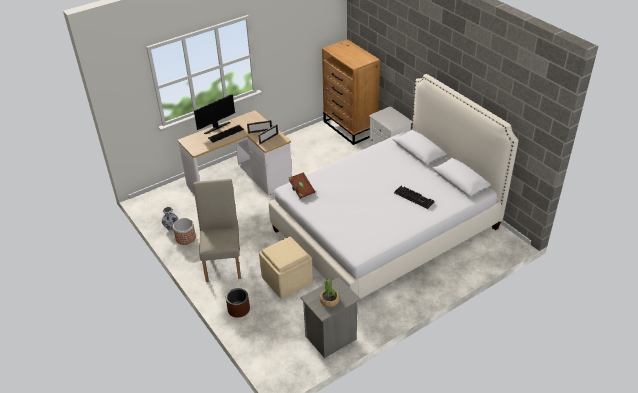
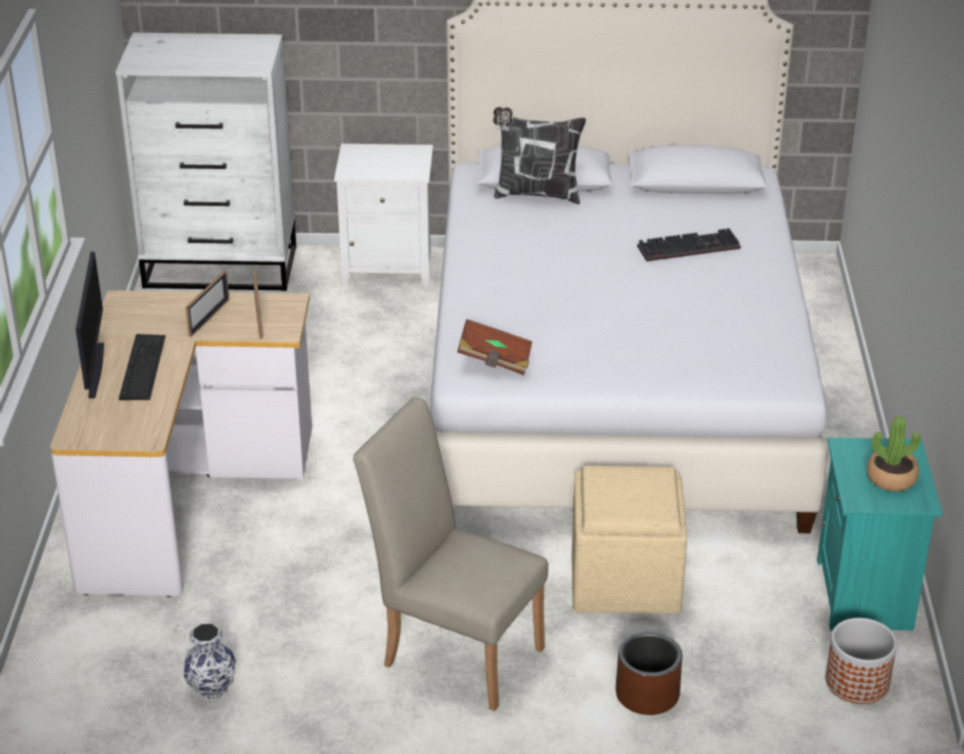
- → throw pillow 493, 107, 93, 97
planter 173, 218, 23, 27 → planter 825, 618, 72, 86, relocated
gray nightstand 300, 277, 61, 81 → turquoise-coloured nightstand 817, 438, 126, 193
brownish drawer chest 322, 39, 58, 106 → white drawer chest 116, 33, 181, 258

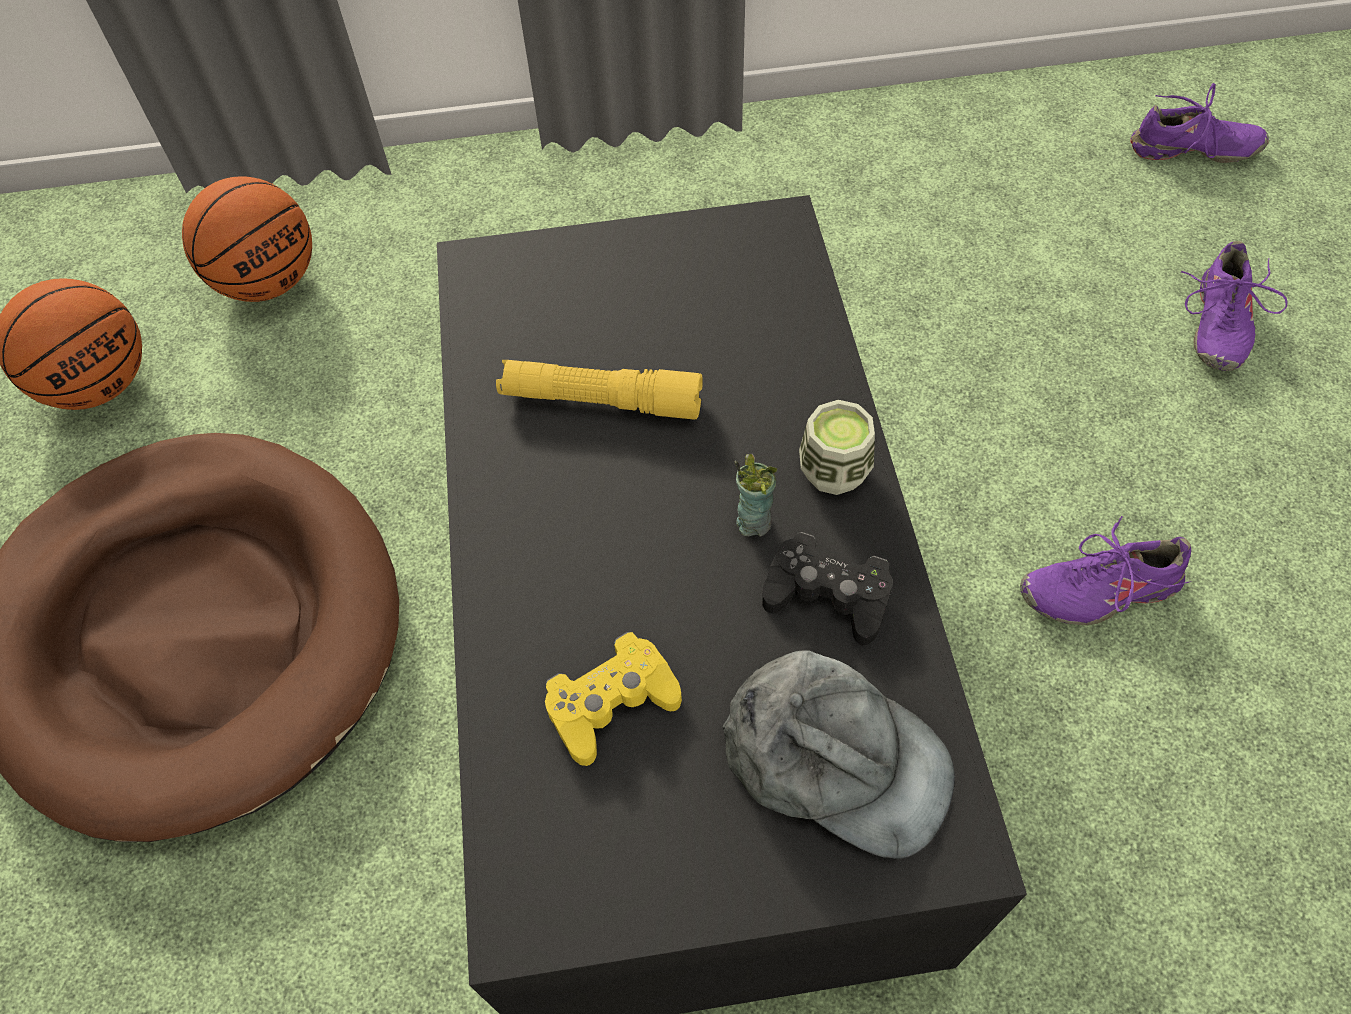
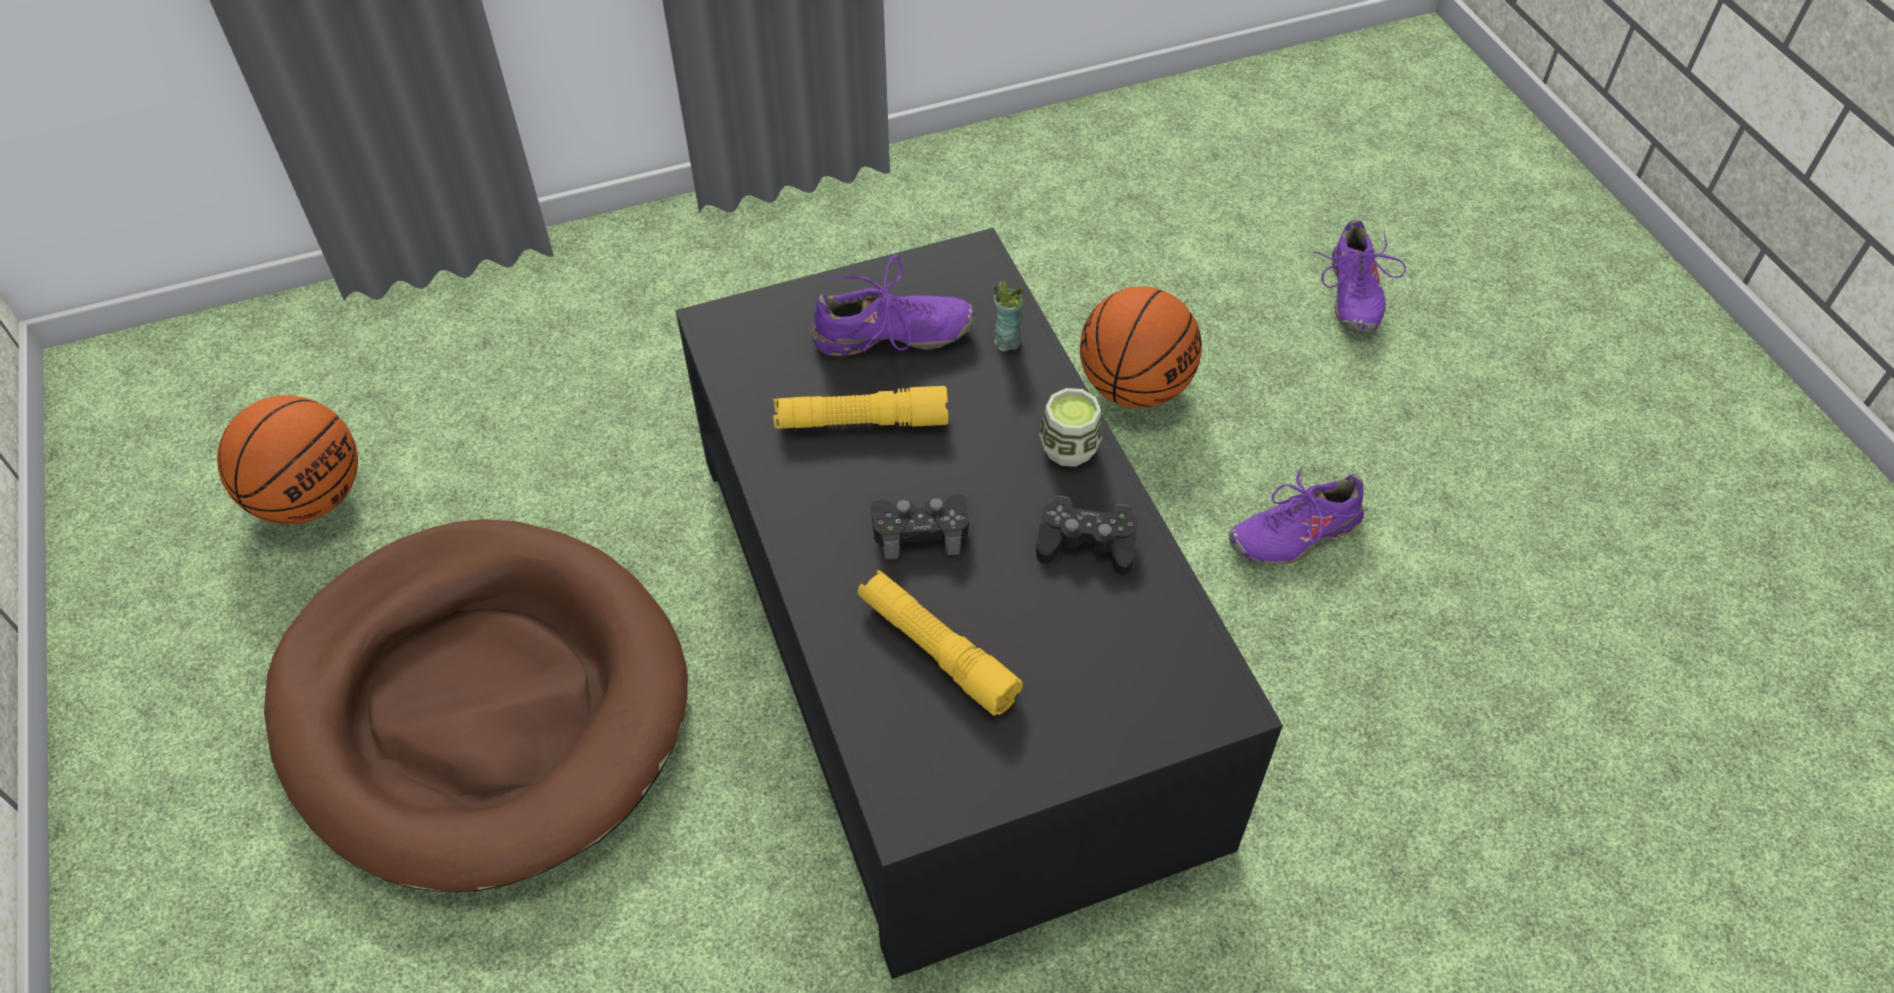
gray peaked cap 723, 650, 232, 209 → -
- → black joypad 871, 494, 98, 65
basketball ball 182, 176, 130, 126 → basketball ball 1080, 286, 122, 122, relocated
small cup 735, 454, 42, 82 → small cup 994, 281, 30, 71, relocated
purplish item of footwear 1131, 83, 138, 80 → purplish item of footwear 811, 255, 165, 101, relocated
yellow-coloured joypad 545, 632, 137, 134 → yellow-coloured torch 858, 570, 165, 146

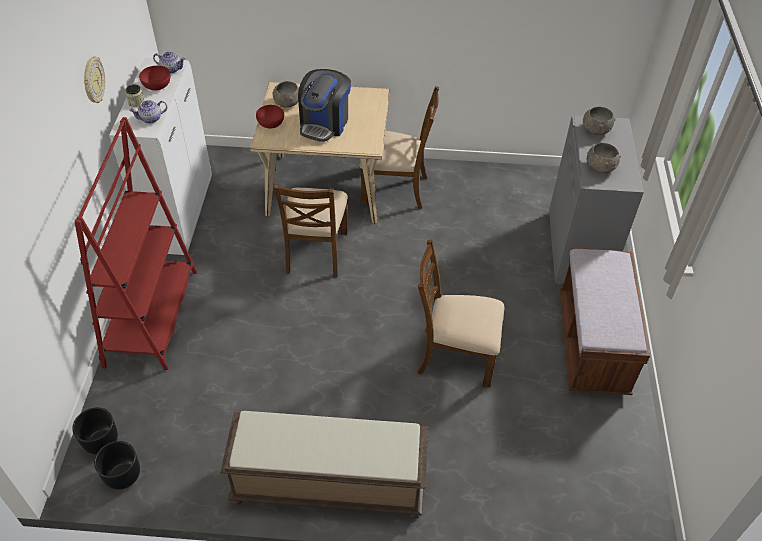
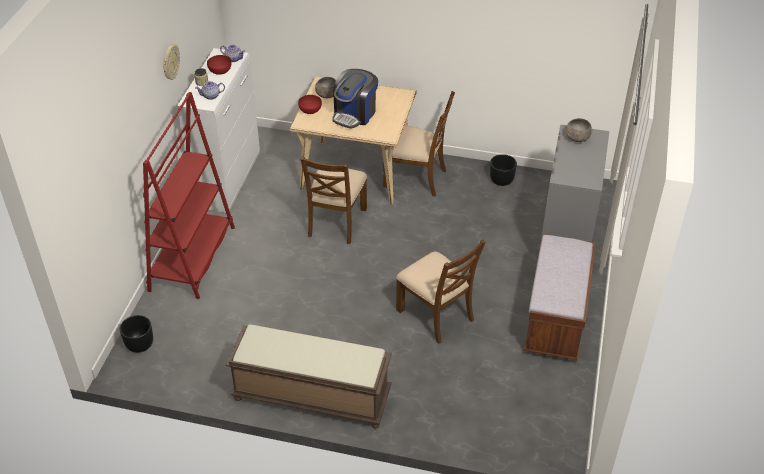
gray bowl 587, 143, 34, 30 → -
black planter 94, 441, 46, 49 → black planter 490, 154, 27, 32, relocated
brownish upright chair 417, 240, 87, 148 → brownish upright chair 396, 240, 90, 104, 150 degrees counterclockwise

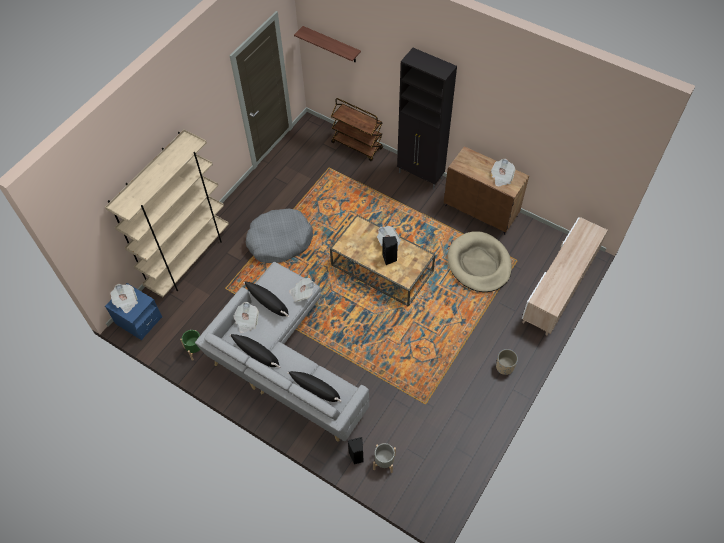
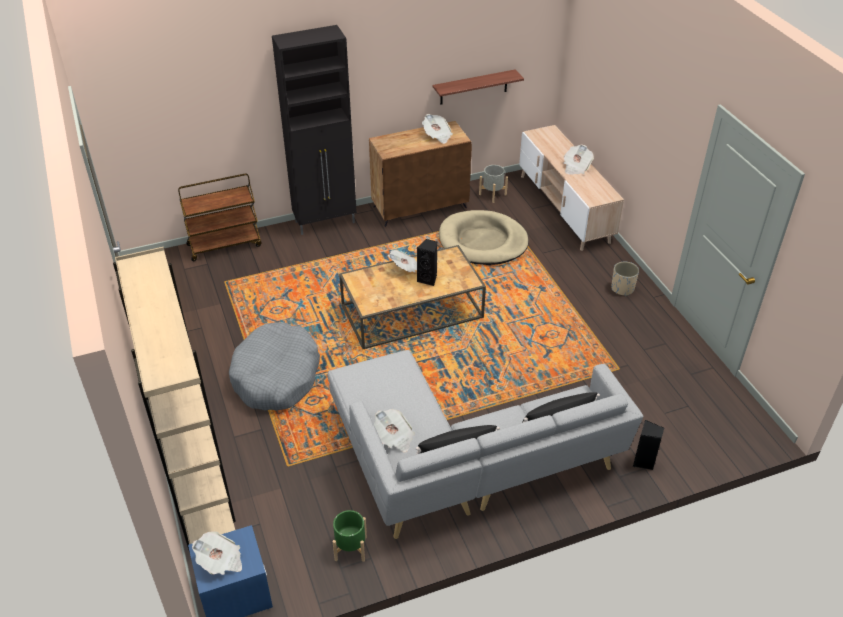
black throw pillow 243, 282, 47, 35 → -
printed paper 289, 278, 26, 24 → printed paper 563, 145, 31, 30, relocated
shelf 294, 26, 67, 36 → shelf 433, 69, 91, 36, relocated
gray planter 373, 443, 23, 30 → gray planter 479, 165, 29, 38, relocated

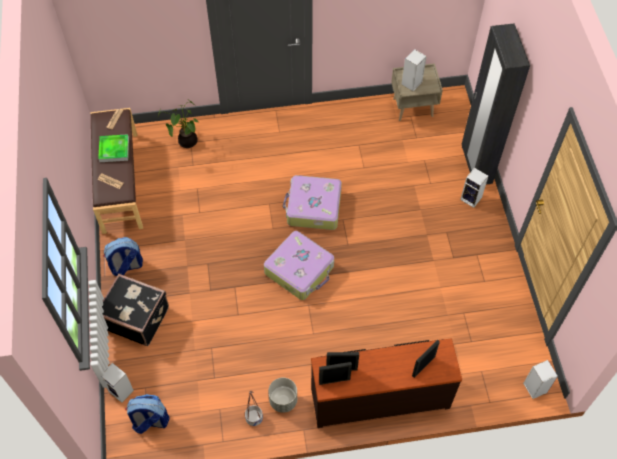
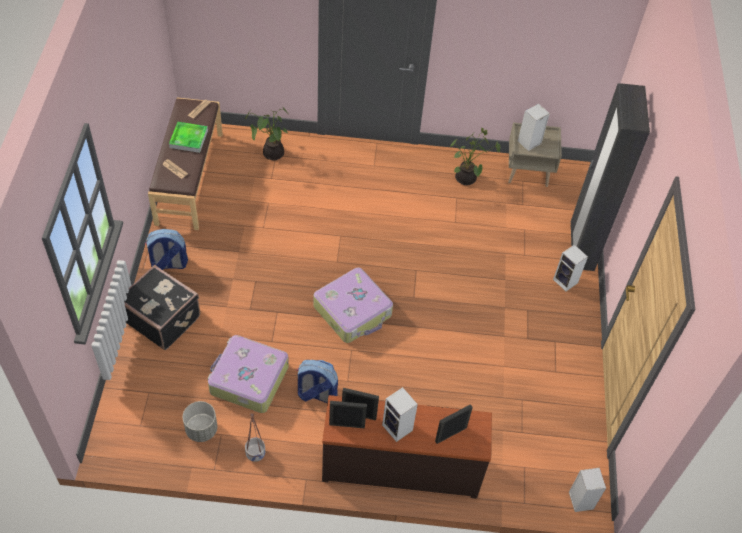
- → houseplant 450, 128, 50, 57
speaker 101, 363, 33, 40 → speaker 382, 387, 36, 55, relocated
rucksack 125, 394, 45, 40 → rucksack 296, 360, 42, 43, relocated
gray planter 268, 377, 29, 36 → gray planter 183, 401, 34, 41, relocated
suitcase 283, 175, 59, 55 → suitcase 208, 335, 81, 78, relocated

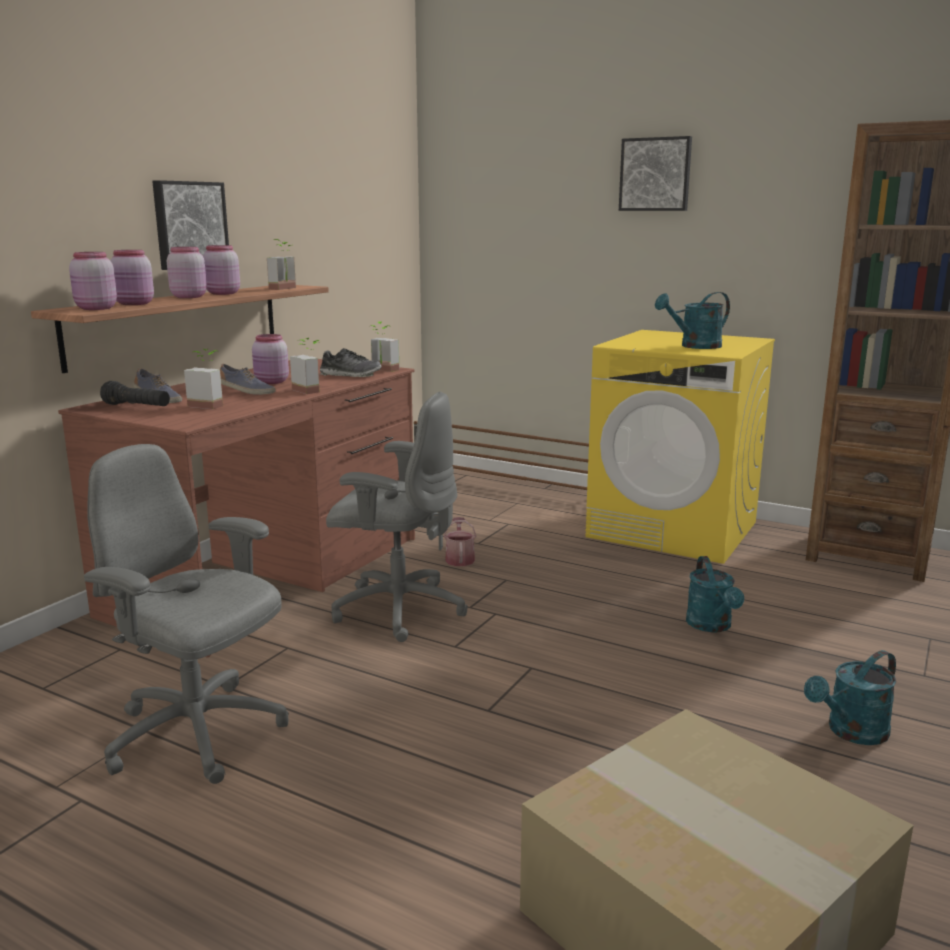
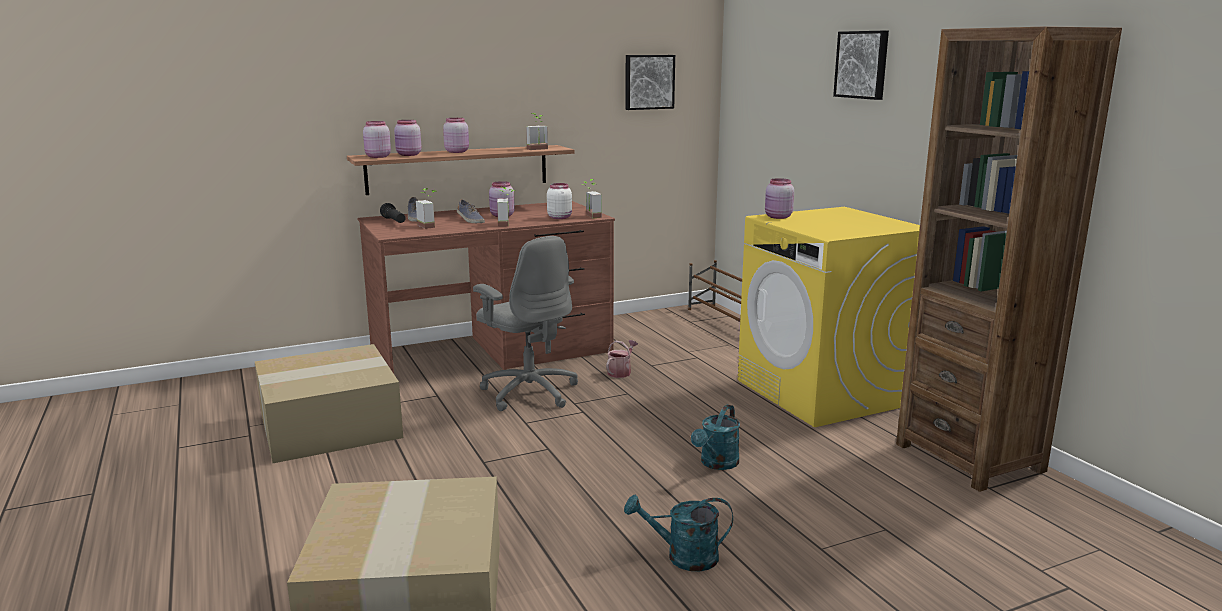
turquoise-coloured watering can 655, 292, 75, 57 → -
picture 152, 180, 77, 90 → picture 625, 55, 50, 55, relocated
pinkish jar 203, 245, 37, 50 → pinkish jar 765, 178, 29, 41, relocated
gray desk chair 84, 444, 205, 340 → packing box 255, 344, 148, 119
item of footwear 320, 348, 61, 29 → white jar 547, 183, 25, 36

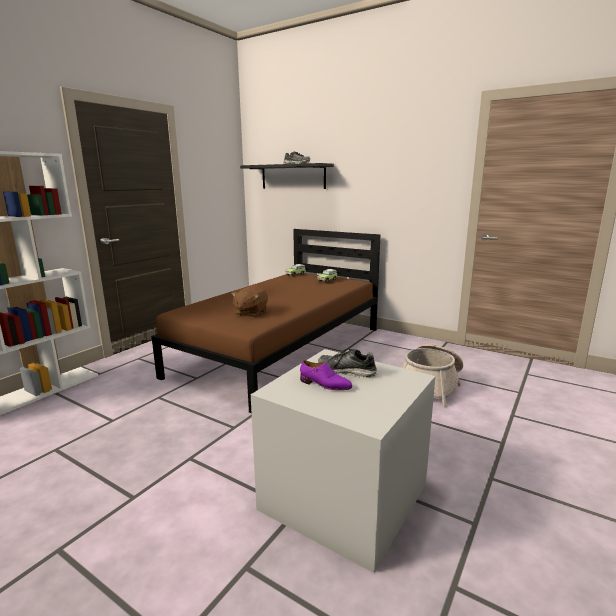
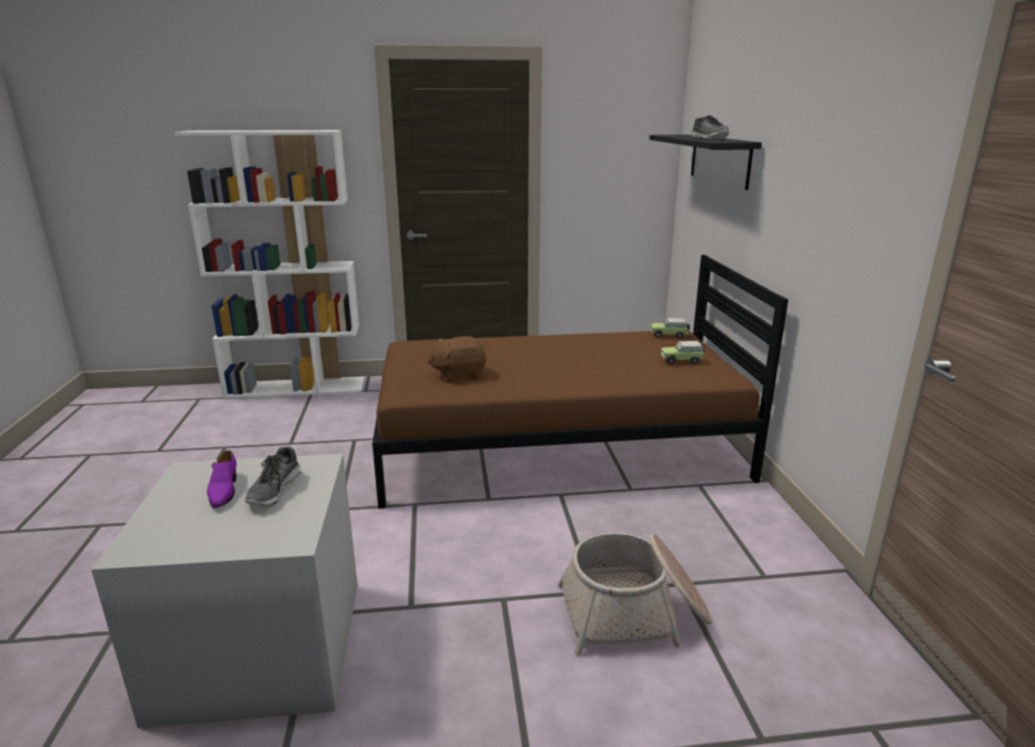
item of footwear 318, 349, 59, 29 → item of footwear 245, 446, 56, 61, 150 degrees counterclockwise

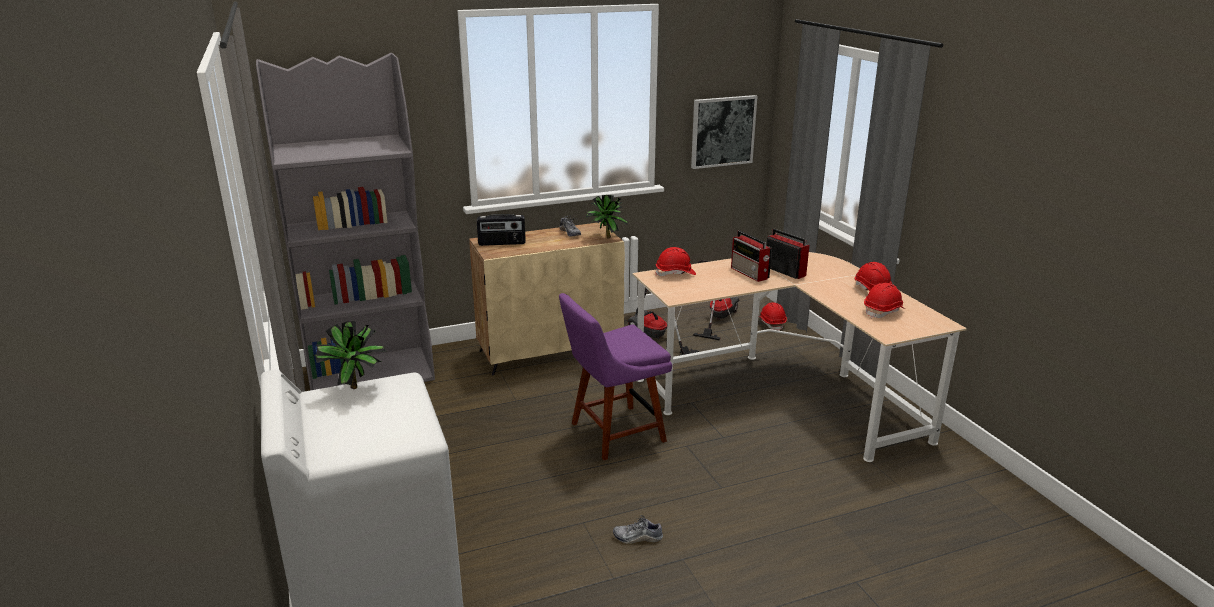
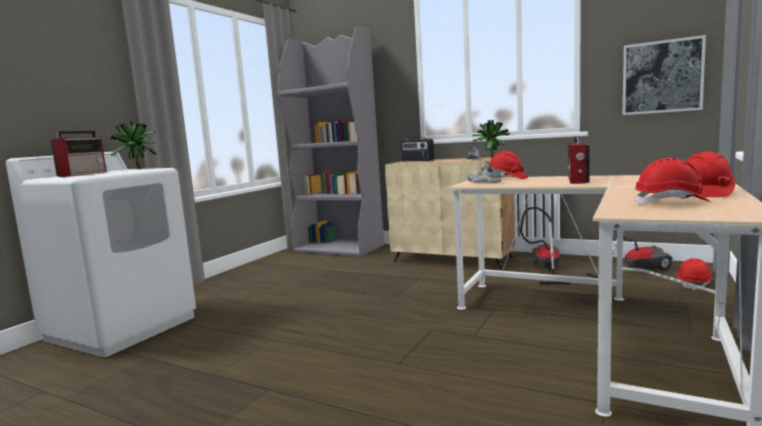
purplish upright chair 559, 293, 113, 167 → -
item of footwear 613, 515, 50, 29 → item of footwear 468, 162, 33, 21, relocated
radio set 766, 229, 44, 50 → radio set 50, 131, 57, 46, relocated

